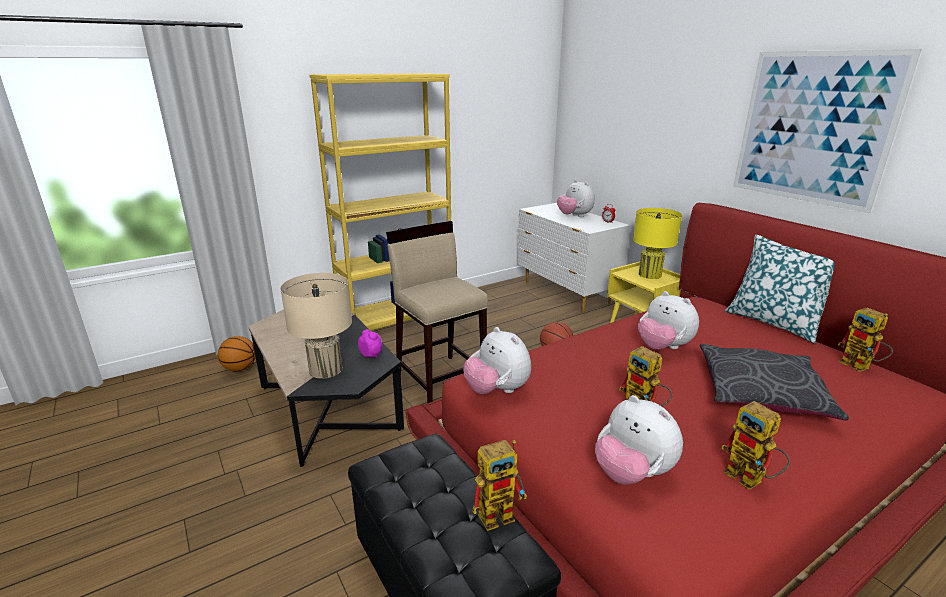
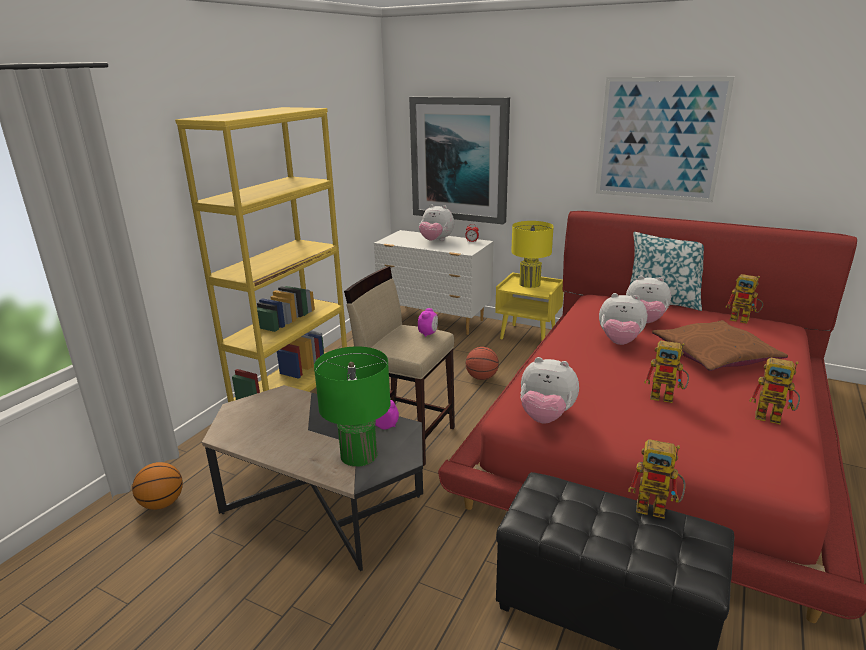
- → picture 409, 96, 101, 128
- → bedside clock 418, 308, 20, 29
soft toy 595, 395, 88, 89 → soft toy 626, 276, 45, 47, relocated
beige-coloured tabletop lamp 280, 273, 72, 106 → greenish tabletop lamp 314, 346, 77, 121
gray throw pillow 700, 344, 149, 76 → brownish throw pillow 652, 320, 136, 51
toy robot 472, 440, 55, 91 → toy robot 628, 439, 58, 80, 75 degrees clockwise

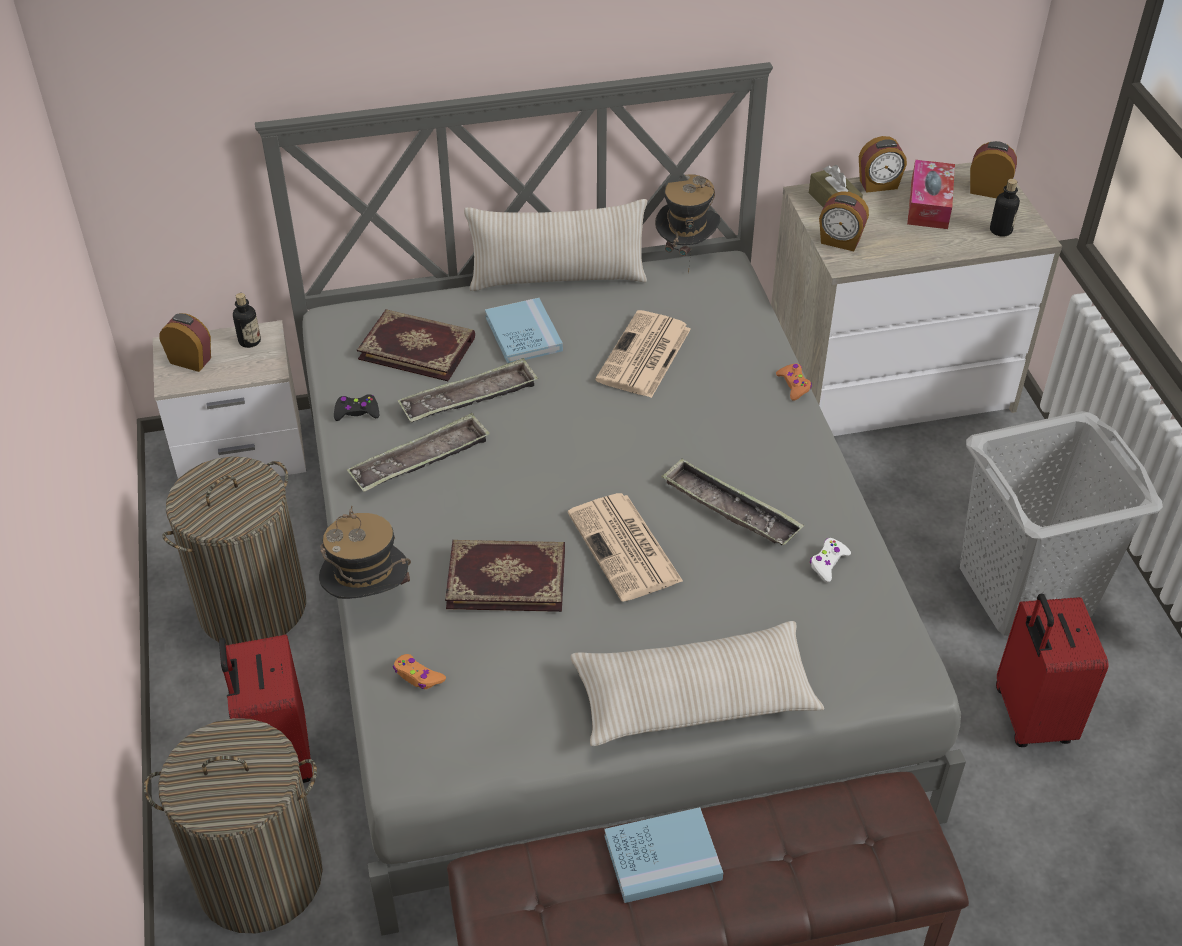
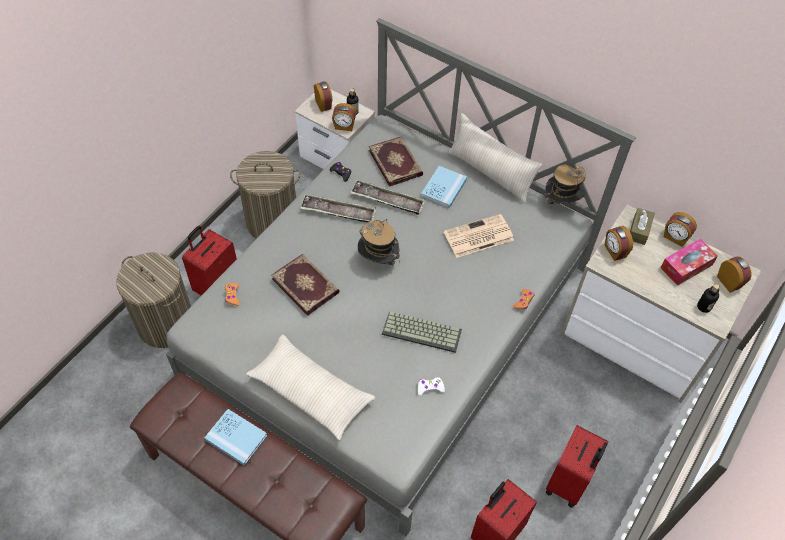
printed paper 568, 493, 115, 109 → -
- → bedside clock 332, 103, 24, 28
wearable hat 319, 506, 92, 93 → wearable hat 358, 219, 42, 46, relocated
serving tray 661, 459, 143, 86 → keyboard 382, 312, 80, 41
gray laundry basket 960, 411, 203, 225 → red suitcase 546, 425, 63, 83

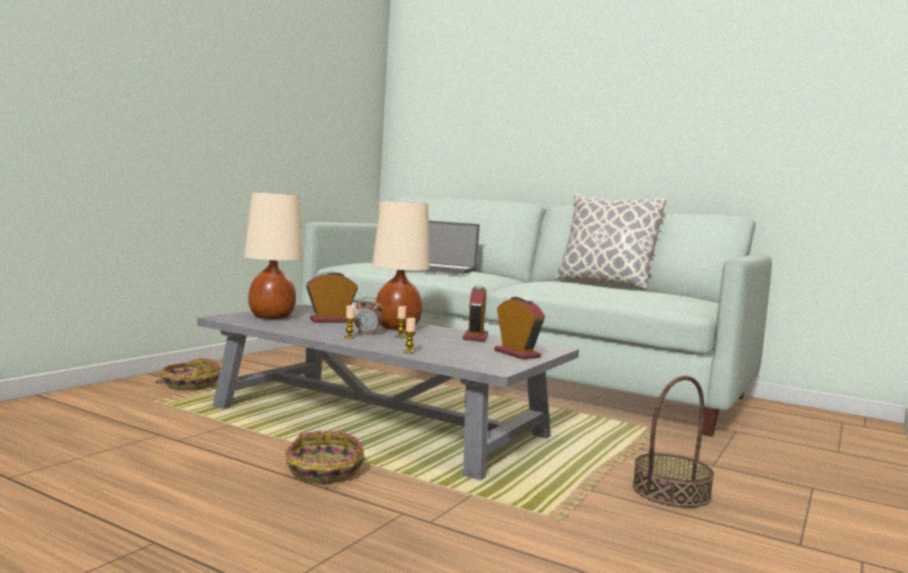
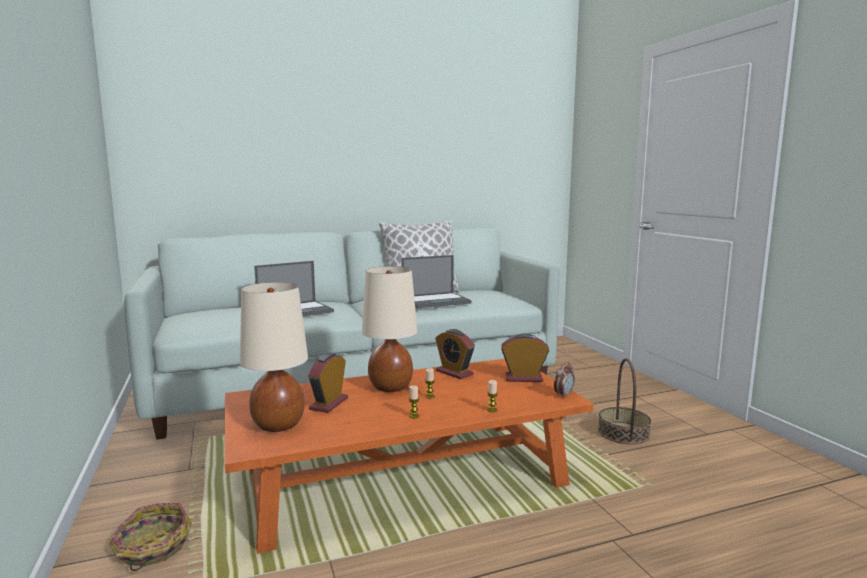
storage basket 285, 431, 80, 53 → -
- → portable computer 401, 255, 71, 53
bedside clock 355, 297, 27, 38 → bedside clock 554, 362, 21, 36, relocated
gray low table 197, 305, 382, 175 → orange low table 225, 359, 369, 195

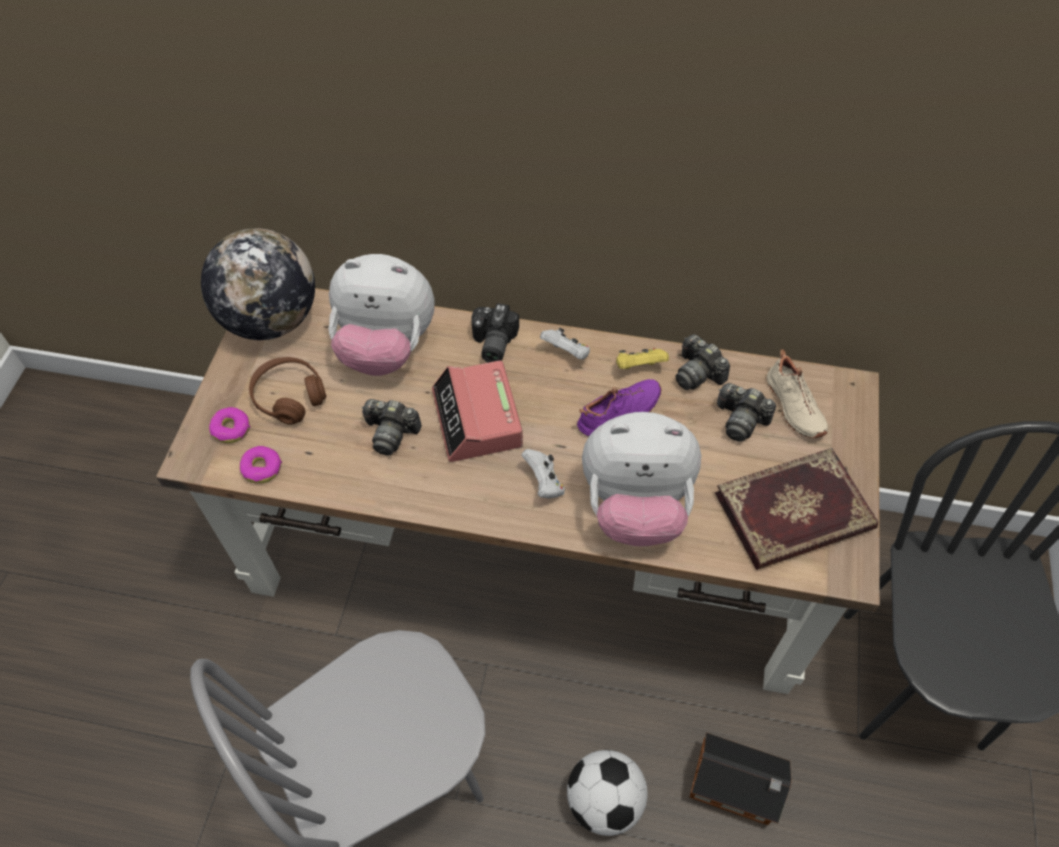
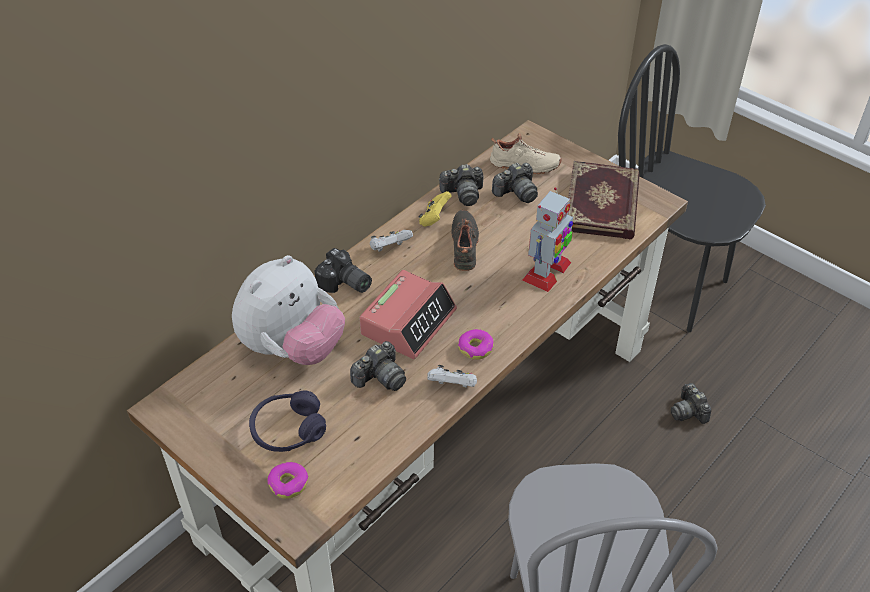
world globe 201, 228, 114, 112 → -
ball for football 567, 750, 81, 86 → -
doughnut 240, 446, 42, 38 → doughnut 458, 329, 36, 31, relocated
white joypad 521, 449, 44, 50 → white joypad 427, 365, 50, 23, relocated
soft toy 582, 412, 119, 134 → toy robot 522, 187, 51, 105
miniature house 690, 732, 102, 93 → still camera 671, 383, 40, 41
brownish pair of headphones 249, 357, 77, 67 → purplish pair of headphones 249, 391, 77, 61
purplish item of footwear 577, 379, 85, 57 → black item of footwear 451, 210, 28, 61
bedside clock 432, 360, 91, 102 → bedside clock 359, 270, 98, 89, 75 degrees counterclockwise

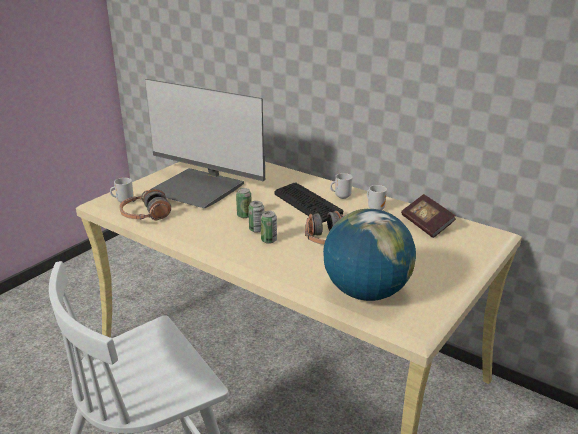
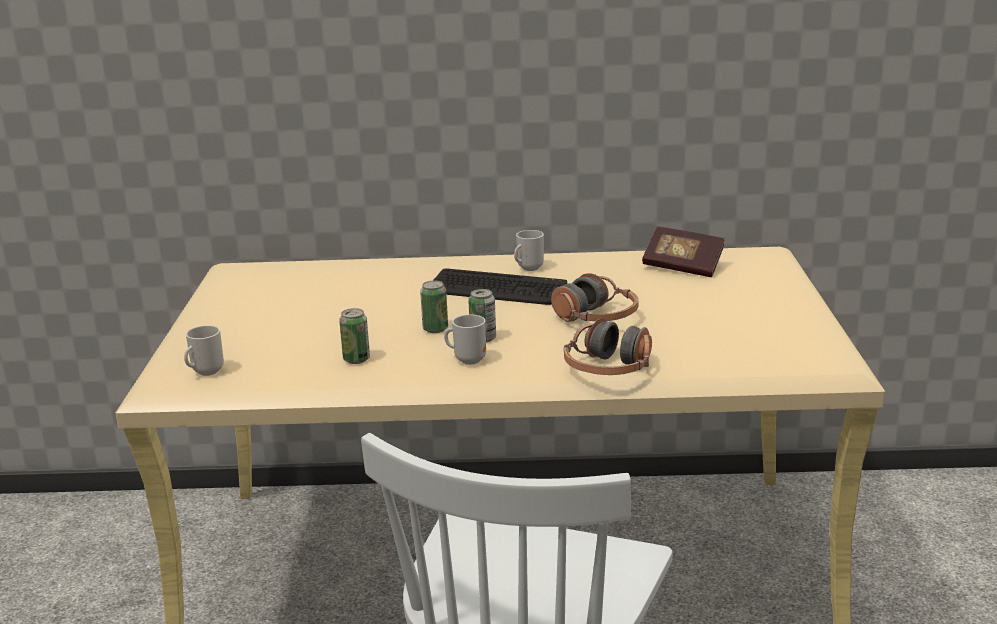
monitor 145, 79, 120, 129 → -
world globe 323, 209, 93, 92 → -
pair of headphones 119, 189, 52, 31 → pair of headphones 564, 319, 88, 56, relocated
sealed can 261, 211, 16, 33 → sealed can 339, 308, 31, 56, relocated
mug 367, 185, 20, 25 → mug 444, 315, 42, 50, relocated

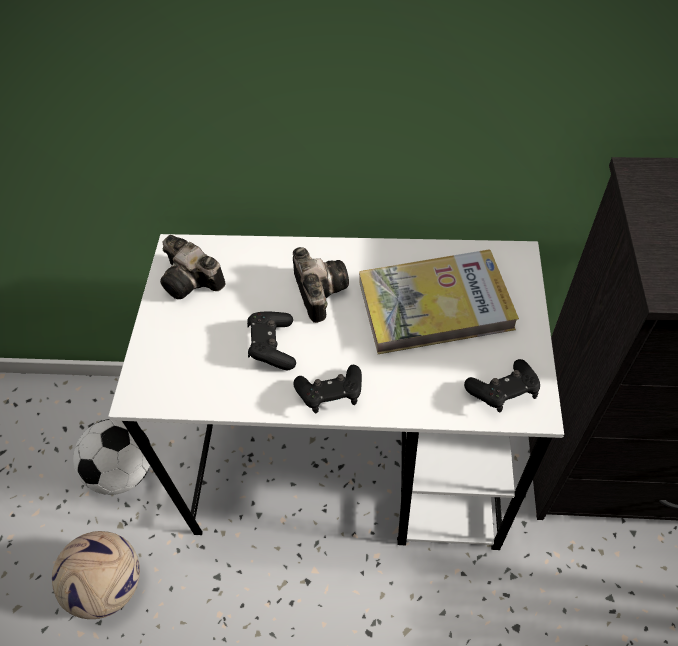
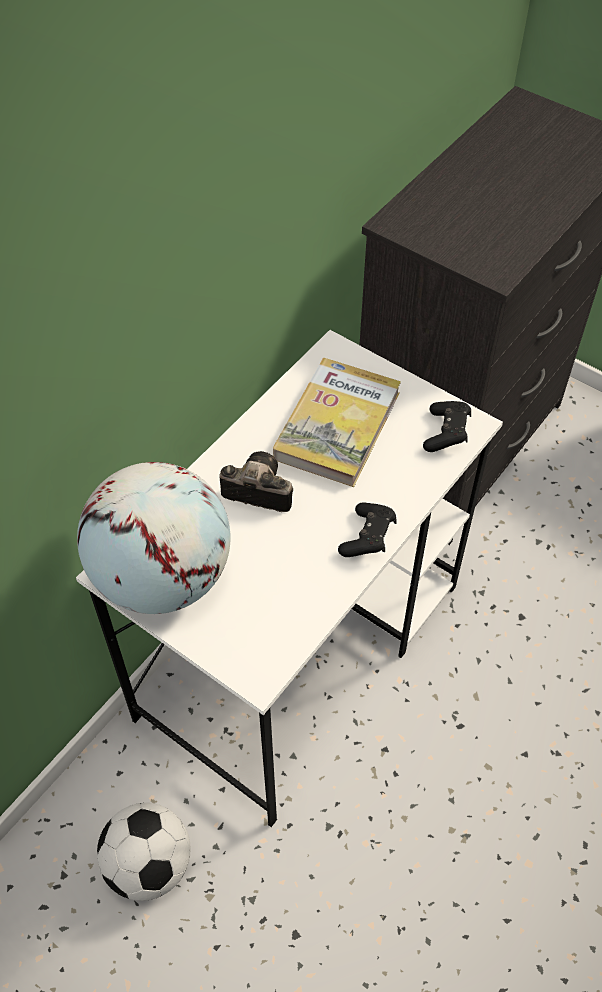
ball for football 52, 531, 88, 88 → -
black joypad 247, 311, 49, 59 → -
still camera 160, 235, 66, 64 → world globe 77, 462, 153, 152

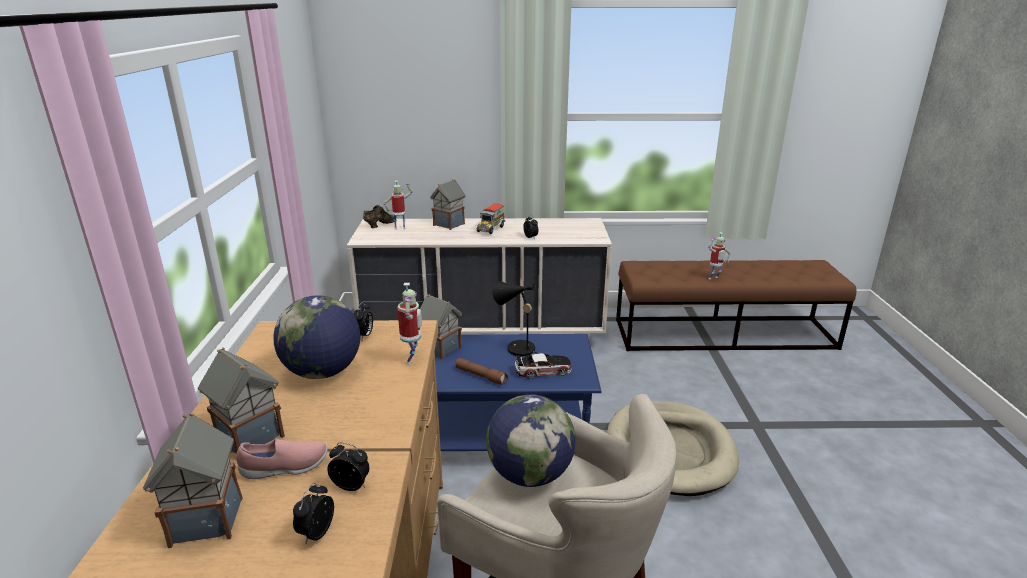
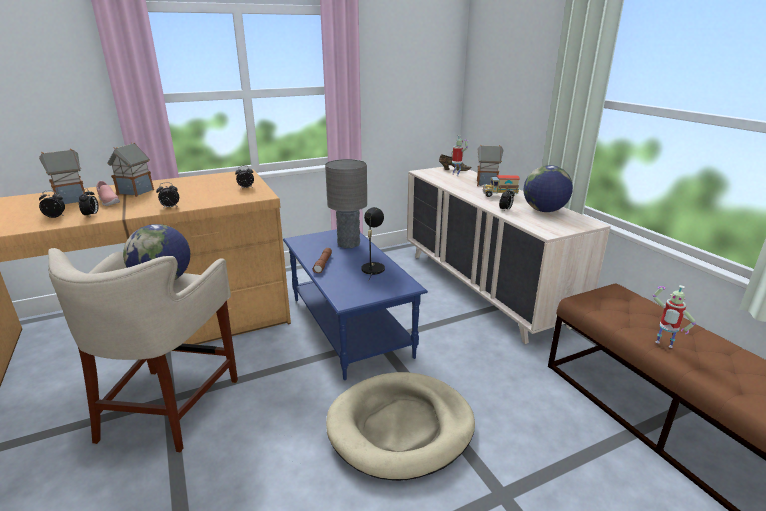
toy robot 397, 283, 25, 82 → -
model car 515, 353, 57, 26 → -
- → bedside clock 156, 183, 23, 26
world globe 274, 295, 86, 84 → world globe 524, 165, 49, 47, relocated
miniature house 420, 294, 42, 66 → gray tabletop lamp 325, 159, 42, 90

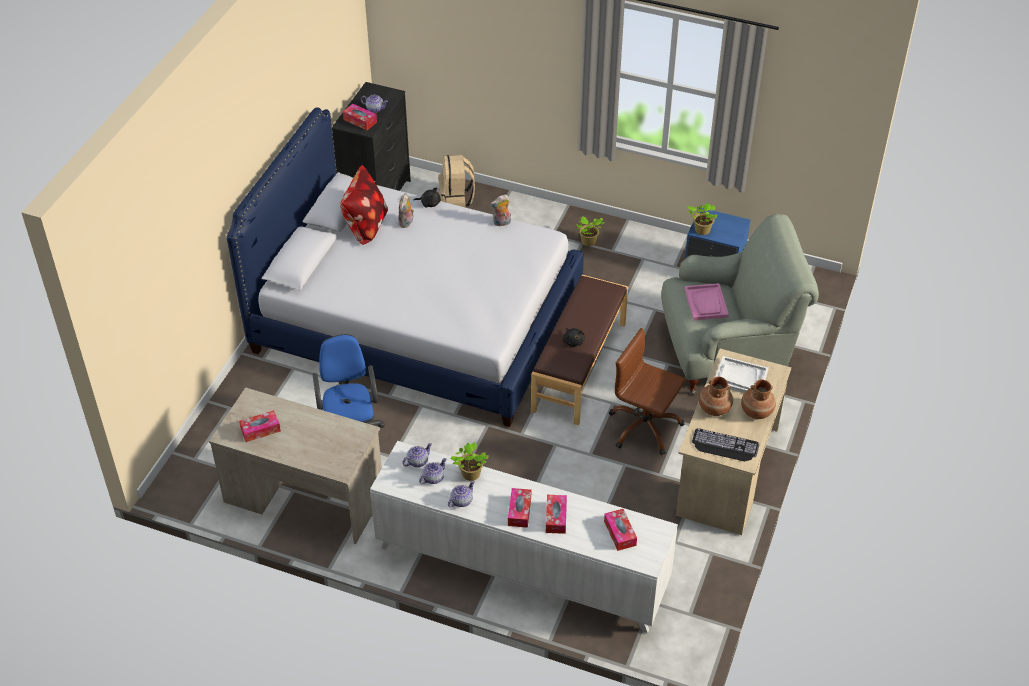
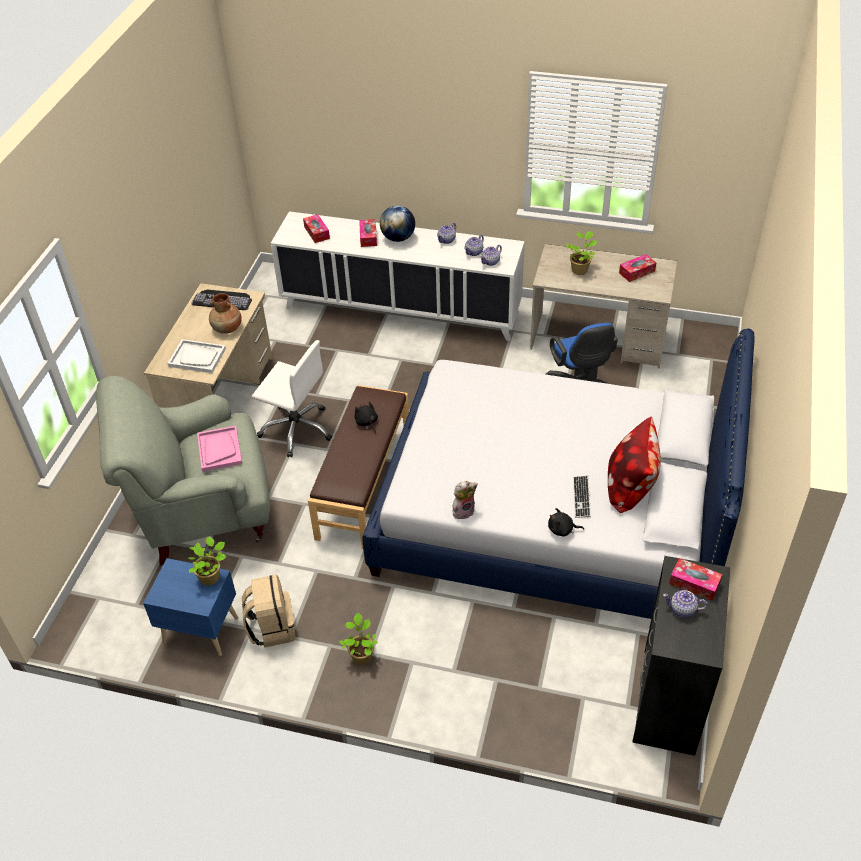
brownish flower vase 741, 379, 35, 40 → -
beige-coloured rucksack 438, 155, 37, 53 → beige-coloured rucksack 242, 575, 53, 73, relocated
houseplant 450, 442, 39, 39 → houseplant 566, 231, 32, 44, relocated
soft toy 399, 193, 15, 35 → keyboard 573, 476, 18, 42
tissue holder 508, 488, 23, 40 → world globe 380, 205, 35, 37
brownish desk chair 609, 328, 77, 127 → white desk chair 252, 340, 80, 117

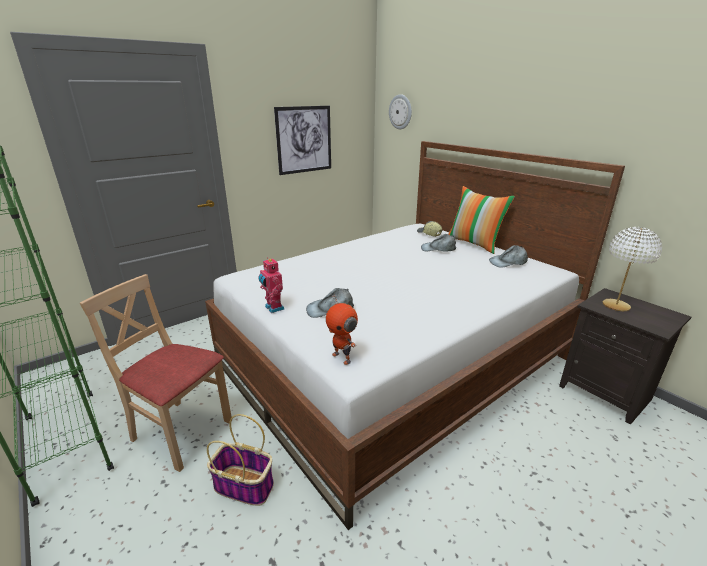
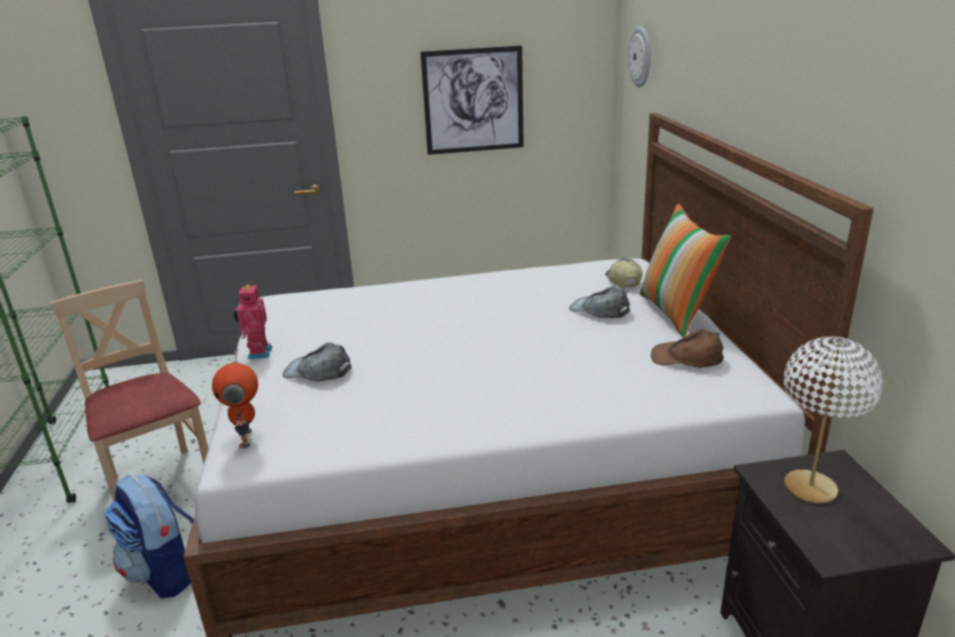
storage basket 207, 414, 67, 92 → rucksack 105, 474, 89, 124
gray peaked cap 489, 245, 39, 23 → brownish peaked cap 651, 329, 72, 39

